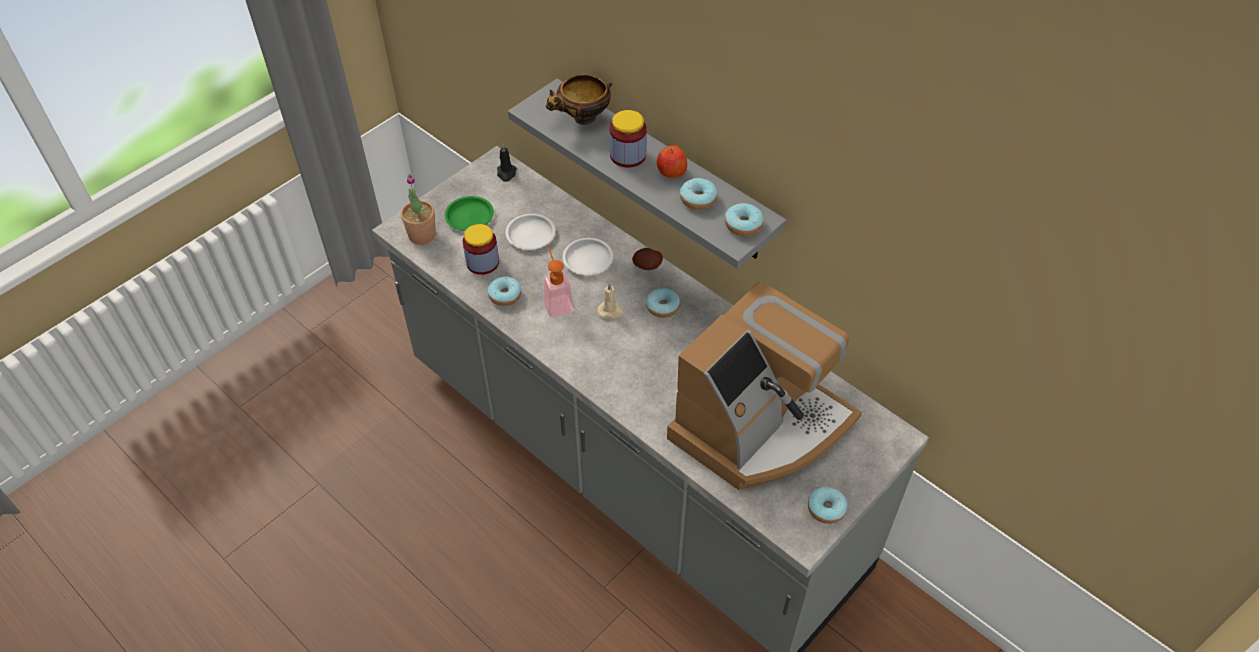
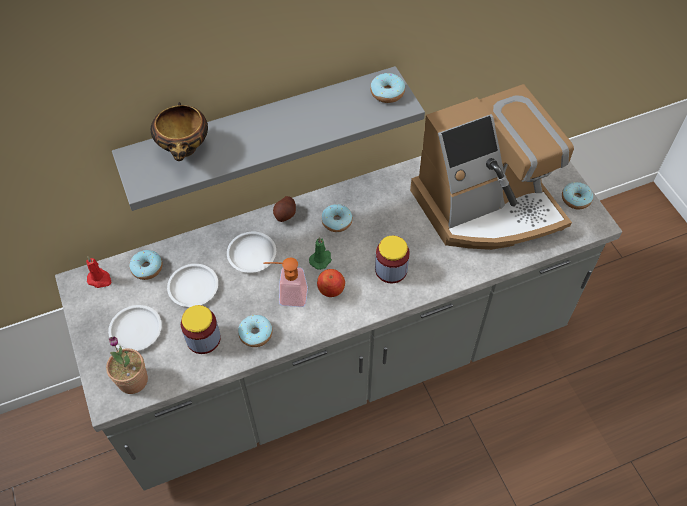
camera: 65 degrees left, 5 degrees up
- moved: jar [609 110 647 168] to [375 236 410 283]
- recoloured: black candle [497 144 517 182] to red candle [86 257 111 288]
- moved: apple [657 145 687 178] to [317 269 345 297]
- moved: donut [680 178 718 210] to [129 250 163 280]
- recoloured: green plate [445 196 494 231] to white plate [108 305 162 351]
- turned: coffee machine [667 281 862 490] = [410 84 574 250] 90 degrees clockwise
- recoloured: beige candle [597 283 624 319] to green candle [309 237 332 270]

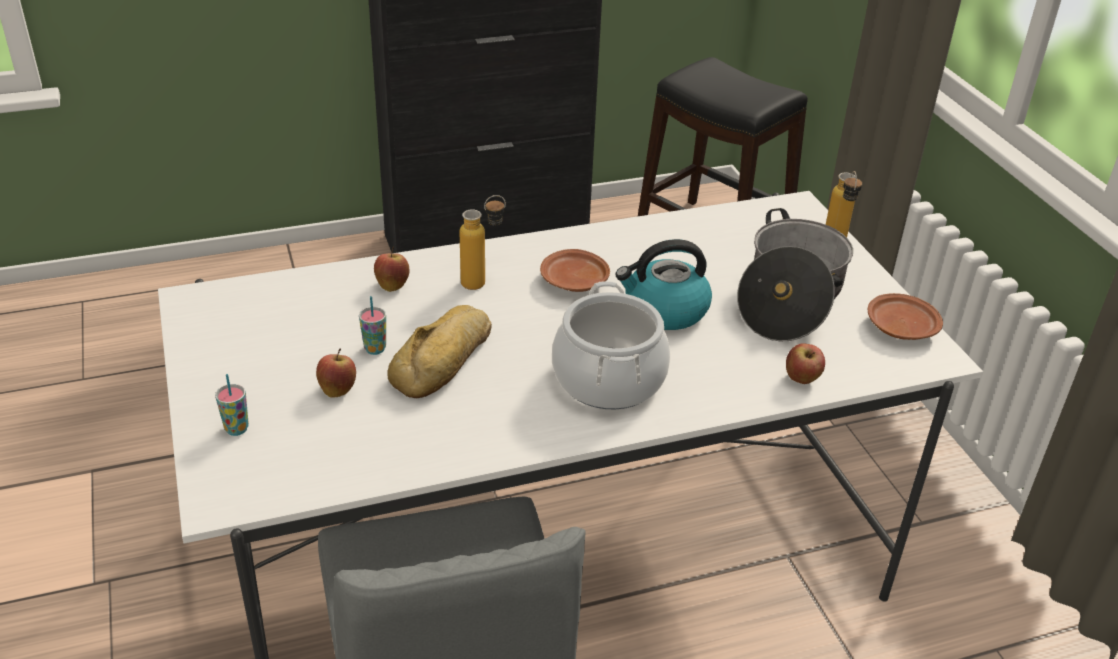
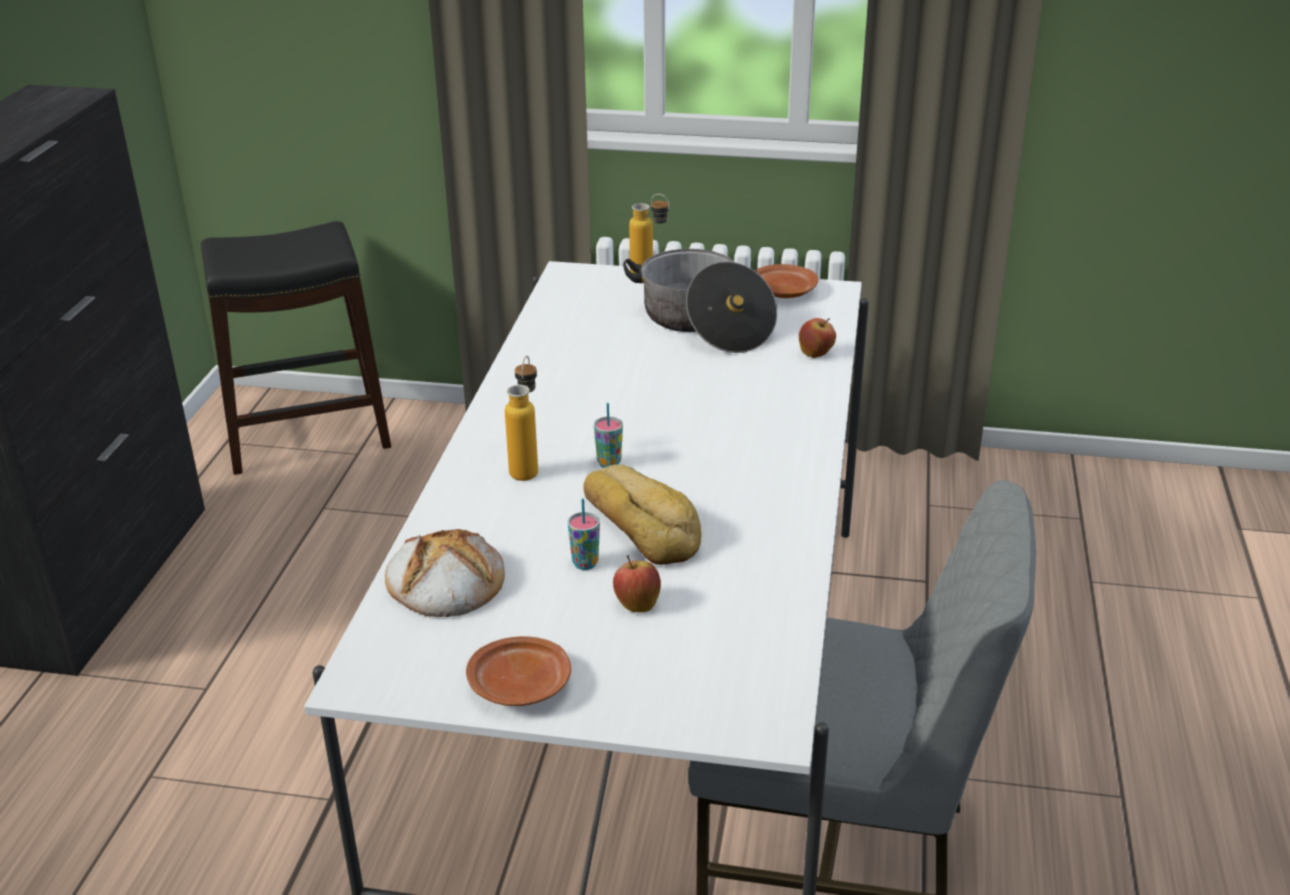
camera: 60 degrees left, 5 degrees down
- removed: kettle [615 239 712 330]
- removed: apple [374 247 409 292]
- moved: brown plate [540 249 610 292] to [466 636 571 706]
- removed: cooking pot [552 281 670 409]
- moved: cup [215 374 249 436] to [594 403 623 468]
- added: bread [385 529 505 618]

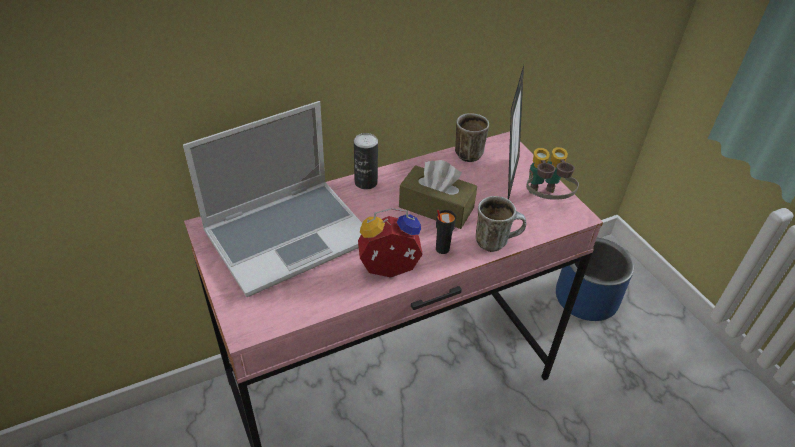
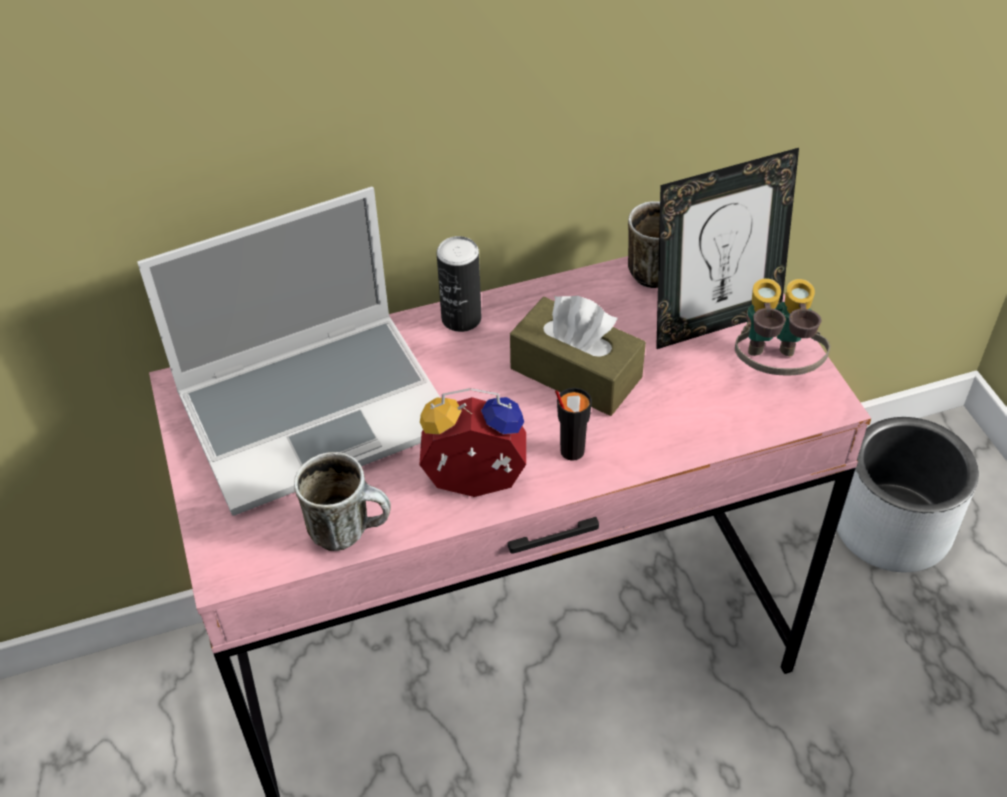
camera: 10 degrees right, 5 degrees up
- turned: picture frame [508 65 524 200] = [656 148 799 349] 45 degrees clockwise
- moved: mug [476 196 527 252] to [294 452 391 551]
- recoloured: blue planter [556 238 634 321] to grey planter [837 417 979 572]

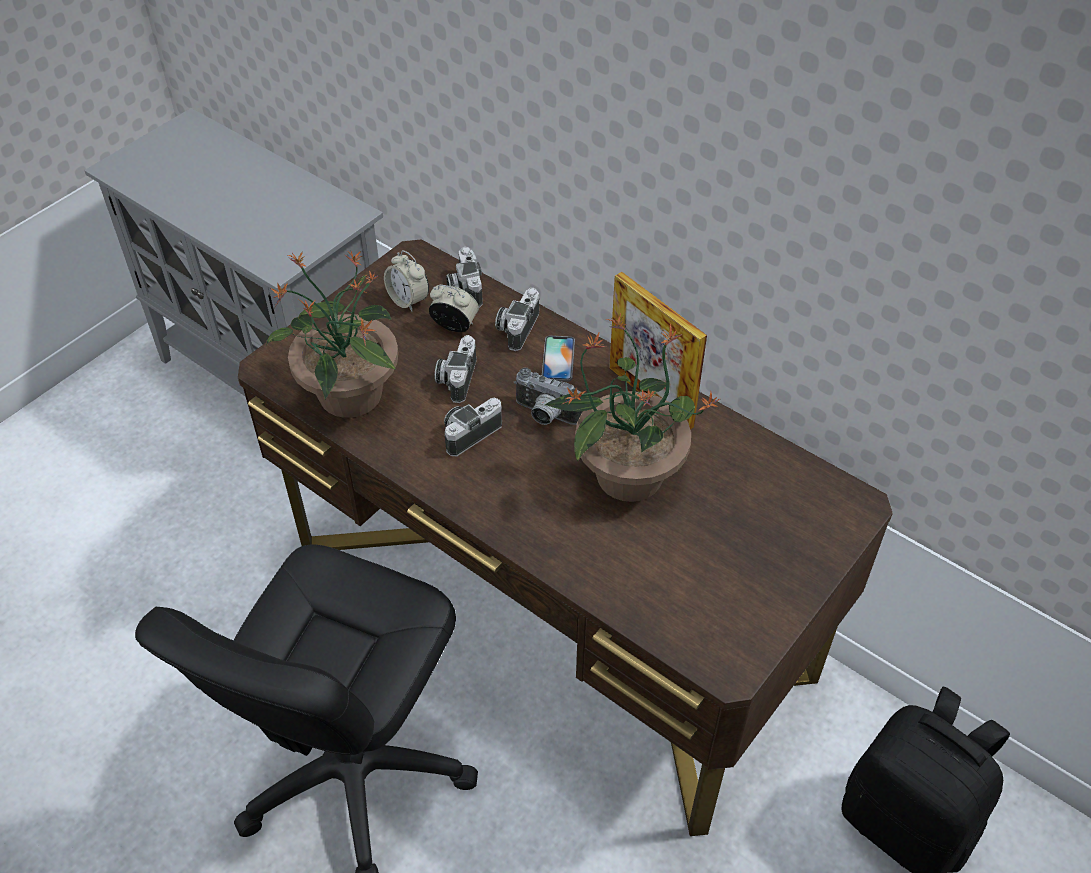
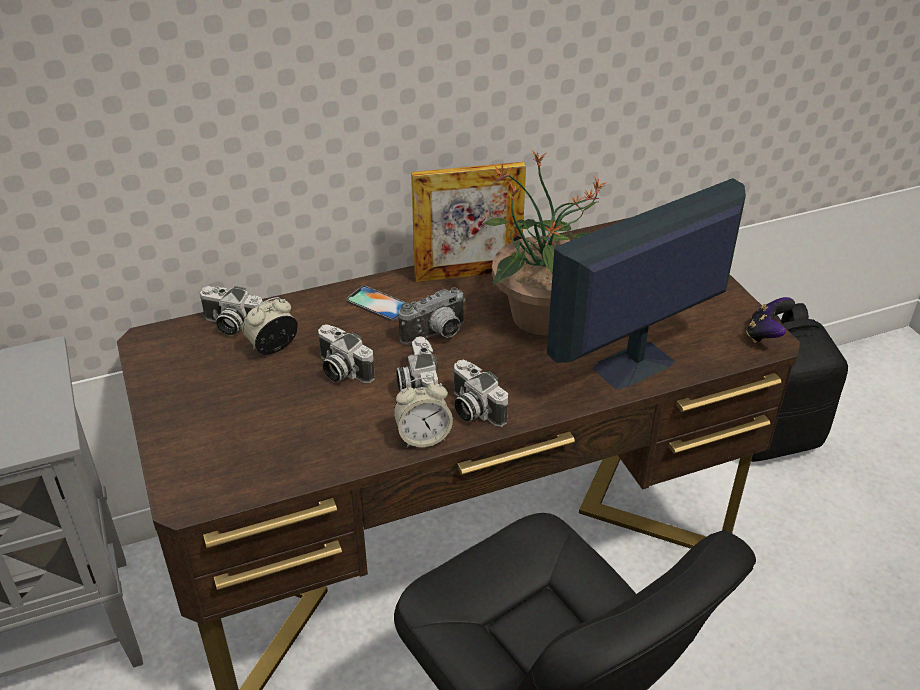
camera: 60 degrees left, 10 degrees down
- moved: alarm clock [384 250 429 311] to [394 377 453 447]
- removed: potted plant [266 251 399 418]
- moved: photo camera [495 288 540 351] to [454 360 509 427]
- added: monitor [547 178 746 389]
- added: game controller [746 297 795 343]

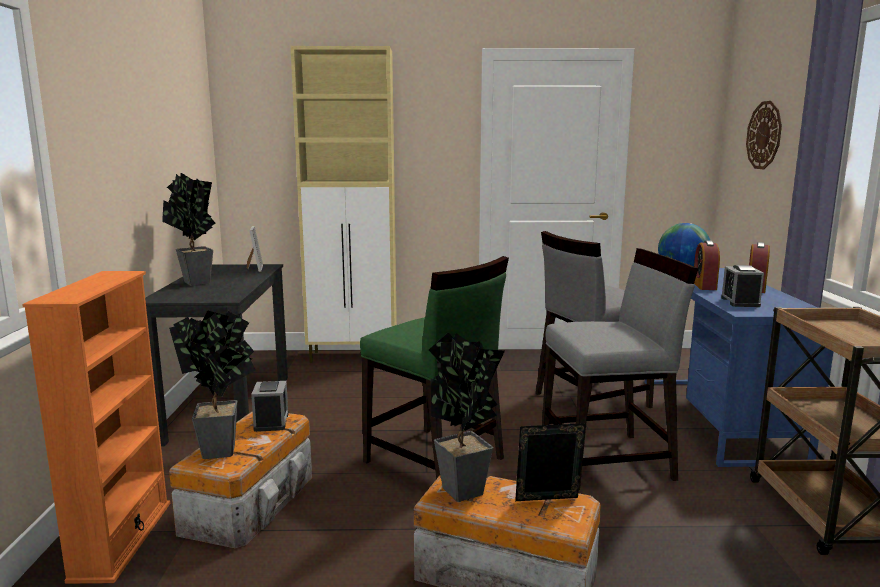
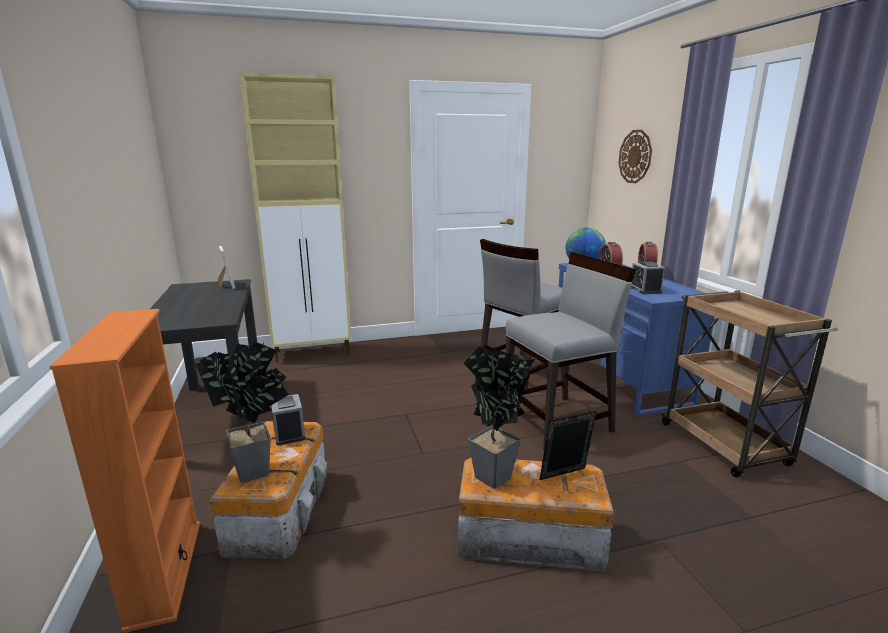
camera: 15 degrees left, 5 degrees up
- removed: potted plant [162 173 216 286]
- removed: green chair [360 256 509 479]

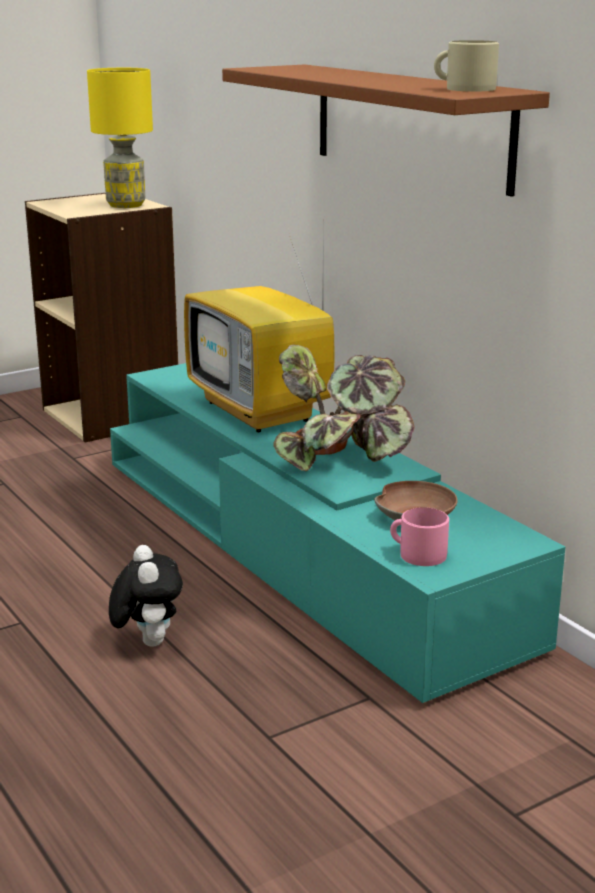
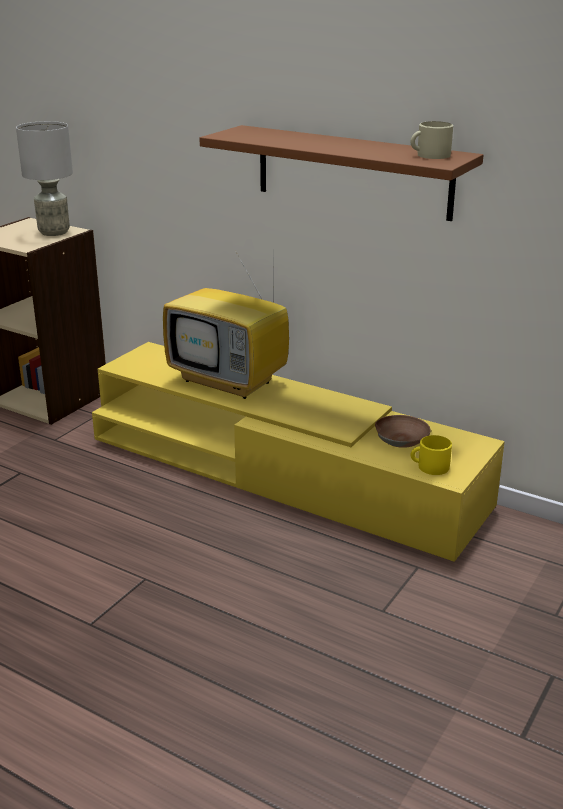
camera: 25 degrees left, 5 degrees up
- recoloured: yellow table lamp [87 68 153 208] to grey table lamp [16 121 73 236]
- removed: potted plant [273 345 415 471]
- recoloured: turquoise tv stand [110 363 565 703] to yellow tv stand [92 342 505 562]
- recoloured: pink mug [390 507 449 566] to yellow mug [411 435 452 475]
- removed: plush toy [109 545 183 646]

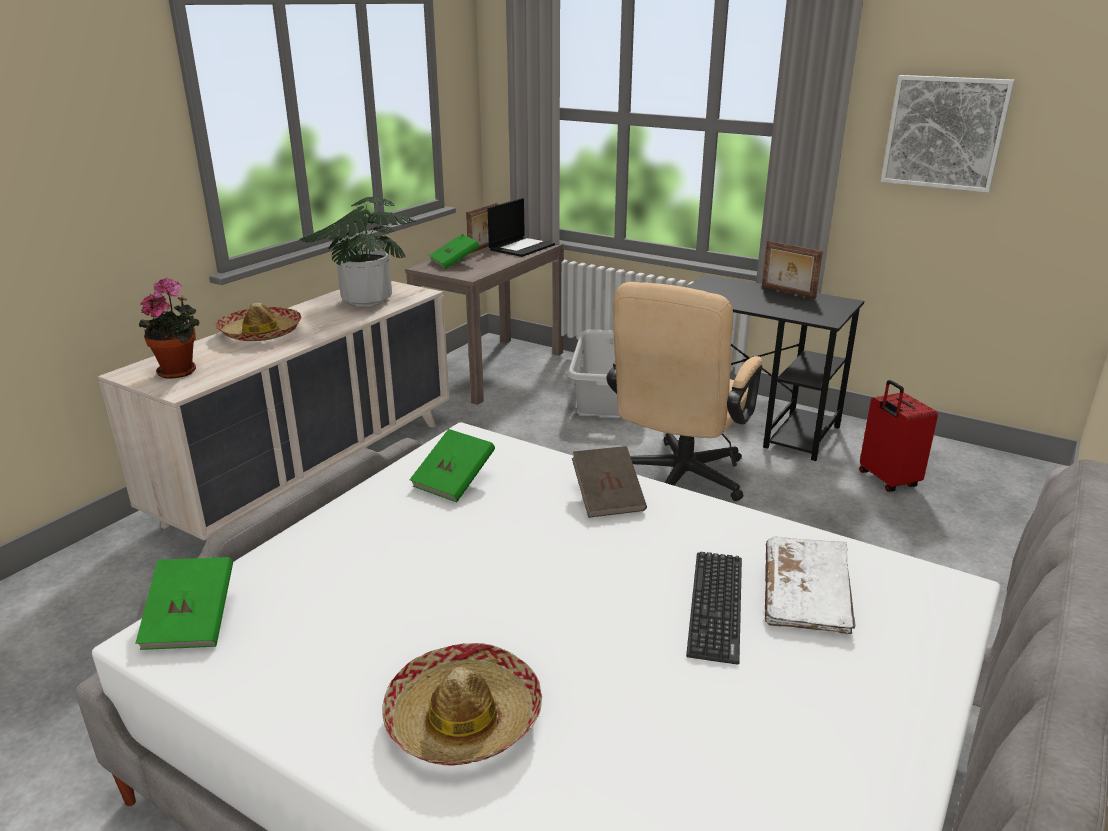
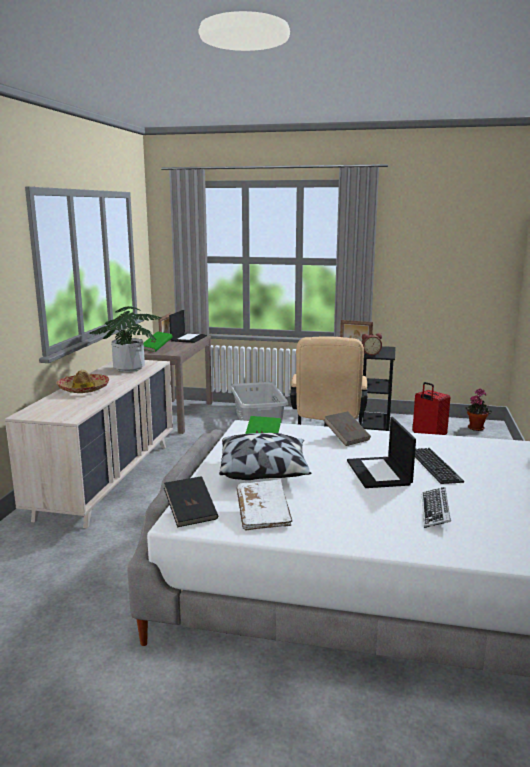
camera: 20 degrees left, 10 degrees down
- removed: picture [881 75 1015 193]
- moved: potted plant [139 277 200 379] to [465 389 492 431]
- moved: white book [765 536 856 634] to [237 479 292 531]
- recoloured: green book [135 557 233 650] to black book [164 476 218 527]
- removed: hat [382 643 542 766]
- added: alarm clock [361 333 382 355]
- added: laptop [347 417 416 488]
- added: pillow [219 433 311 480]
- added: keyboard [422 487 451 528]

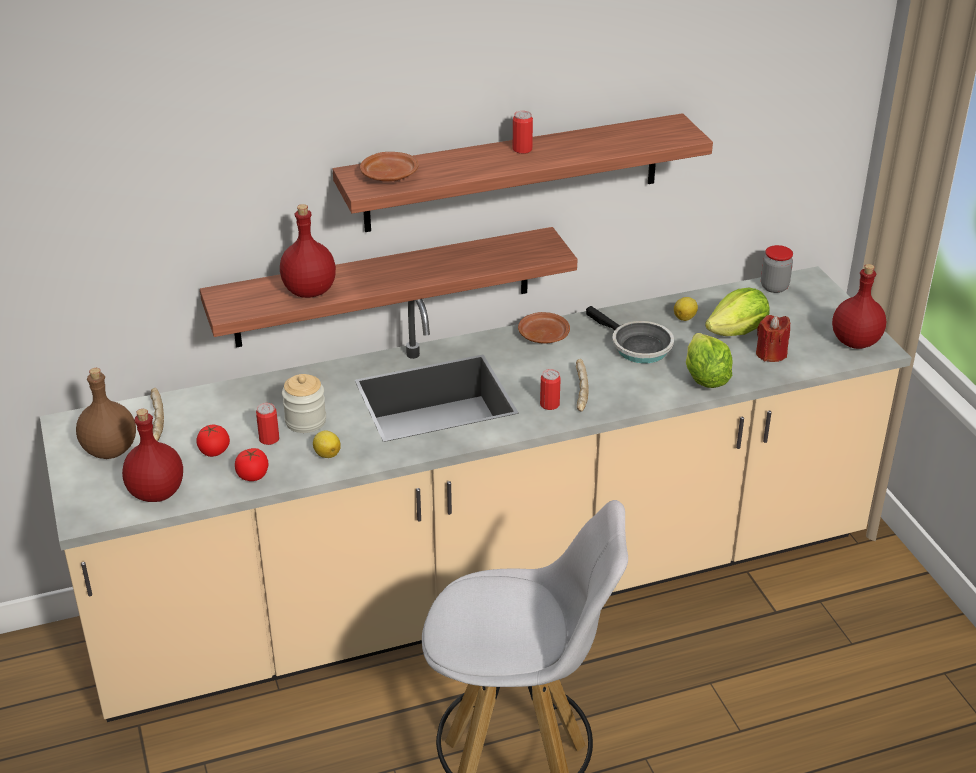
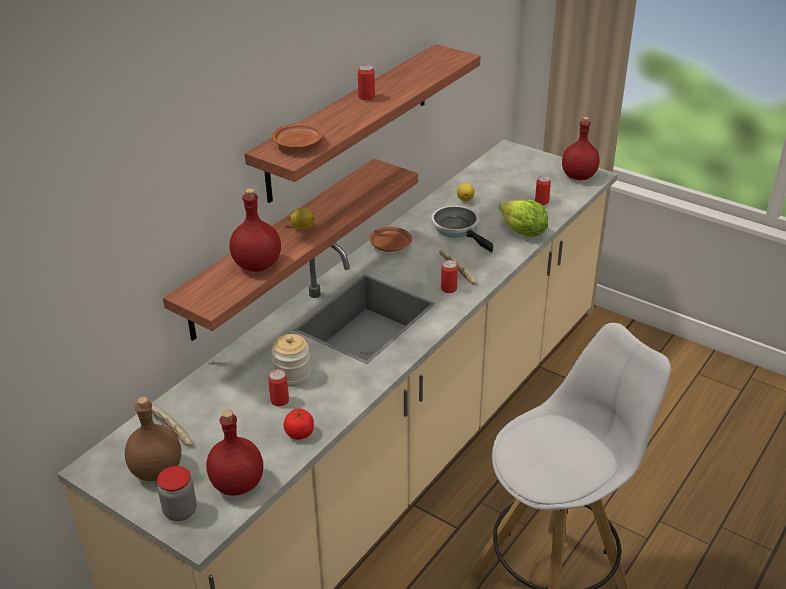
camera: 35 degrees left, 0 degrees up
- moved: jar [761 245 793 293] to [157 466 197 521]
- removed: lettuce [705 288 769 336]
- turned: frying pan [586 306 674 363] = [431 205 493 253] 135 degrees counterclockwise
- replaced: red candle [756 315 790 362] to can [535 176 551 205]
- removed: tomato [196 425 230 457]
- moved: lemon [313 430 341 458] to [289 208 315 230]

